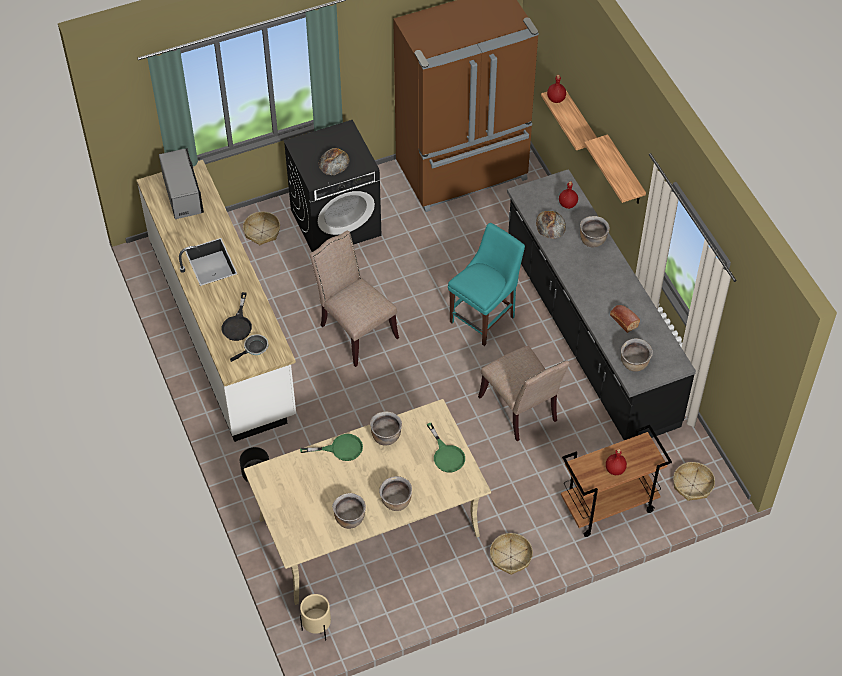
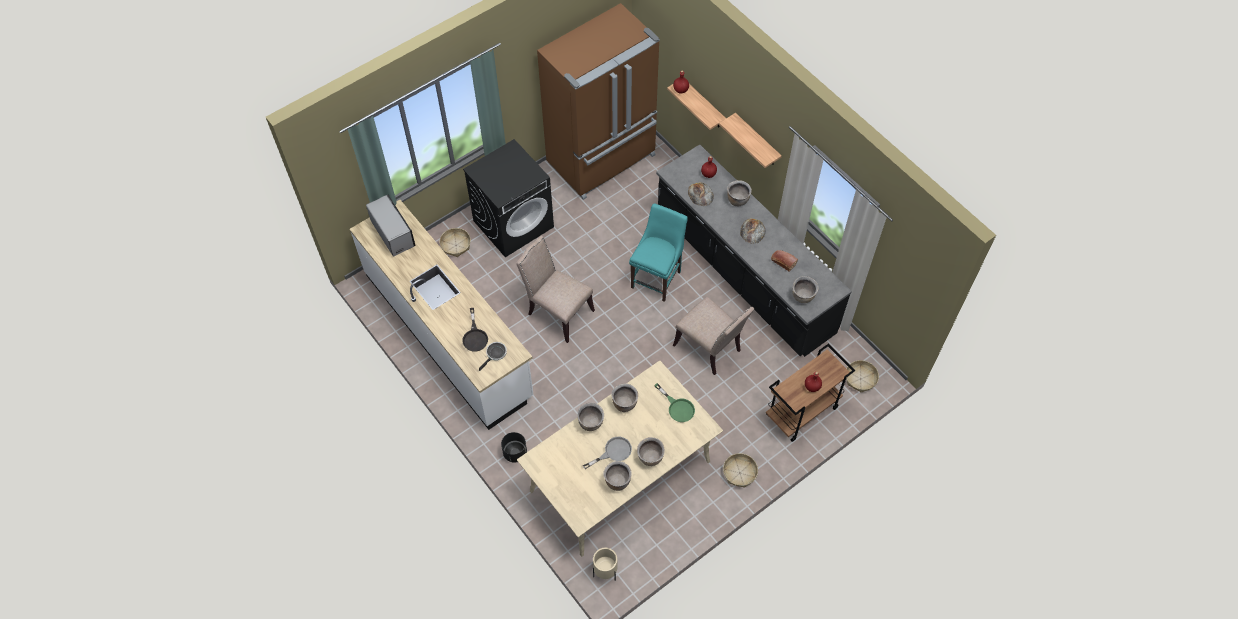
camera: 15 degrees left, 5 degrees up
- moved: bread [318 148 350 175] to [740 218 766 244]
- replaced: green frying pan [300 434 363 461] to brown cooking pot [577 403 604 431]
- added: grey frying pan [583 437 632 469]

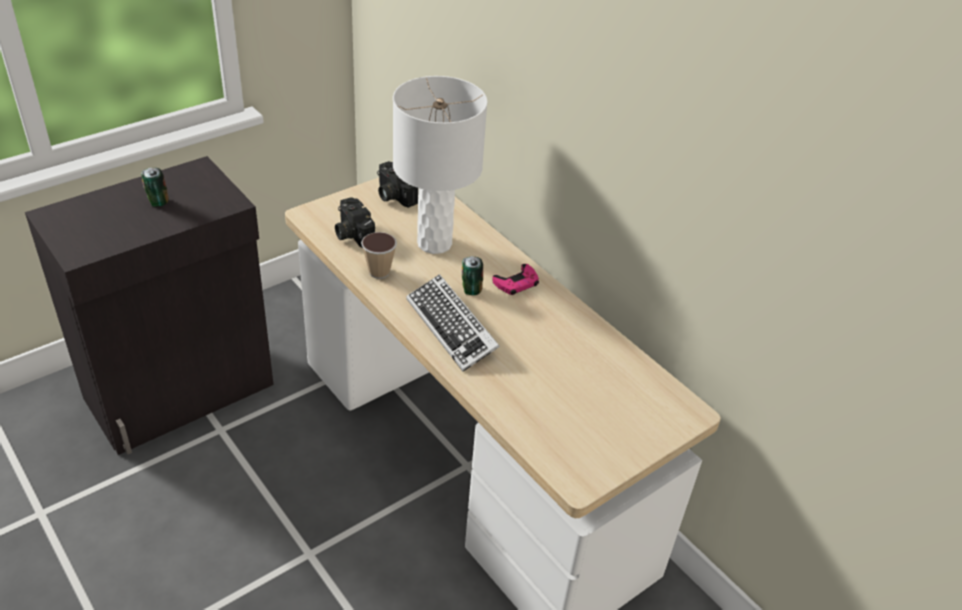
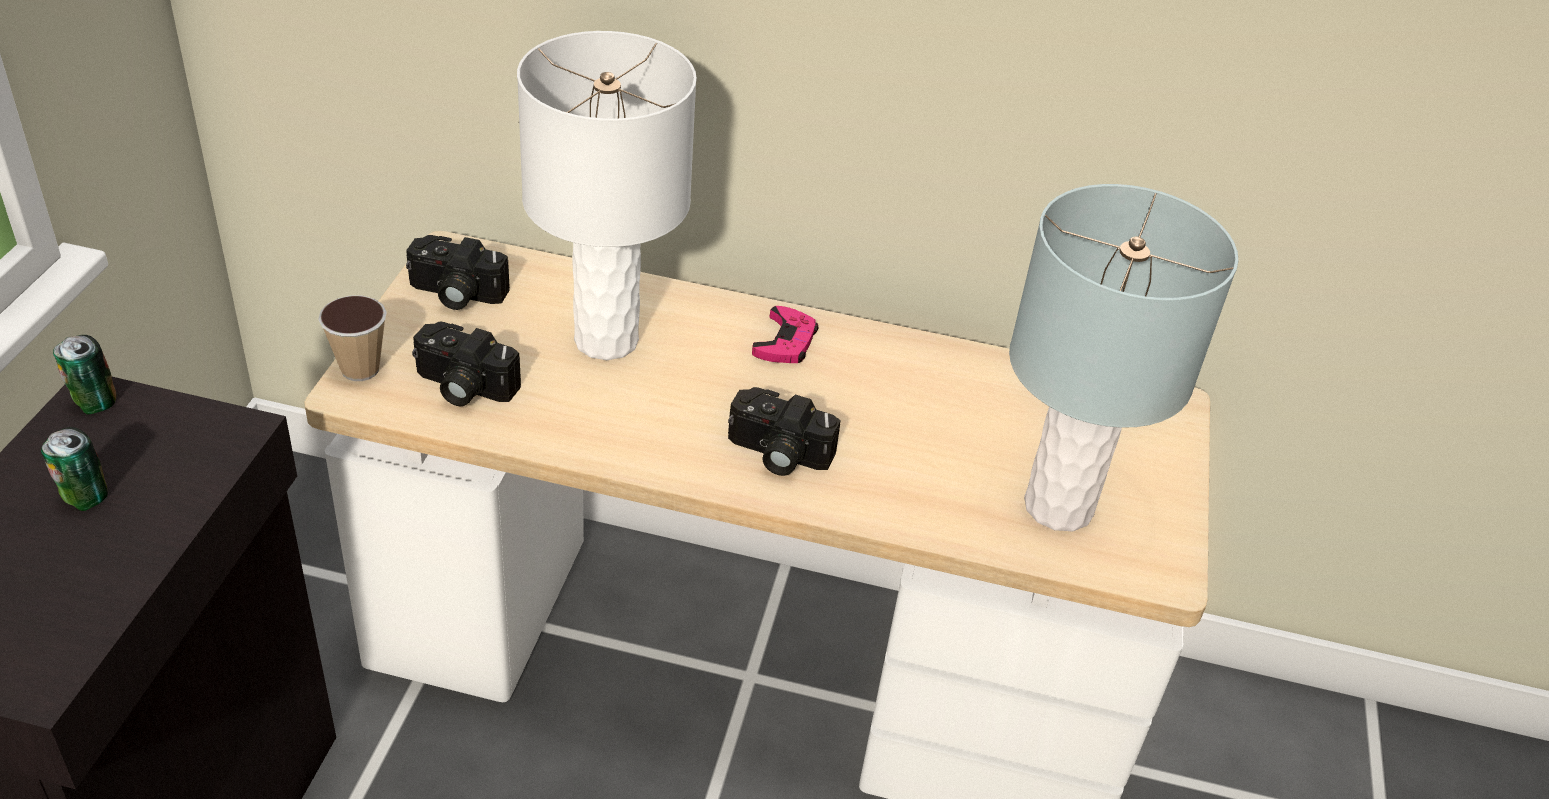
camera: 40 degrees left, 0 degrees up
- moved: cup [361 232 397 279] to [318 295 387 381]
- moved: can [461 256 483 295] to [53 335 116 414]
- replaced: keyboard [406 274 500 371] to photo camera [728 387 841 476]
- added: grey table lamp [1009 184 1238 531]

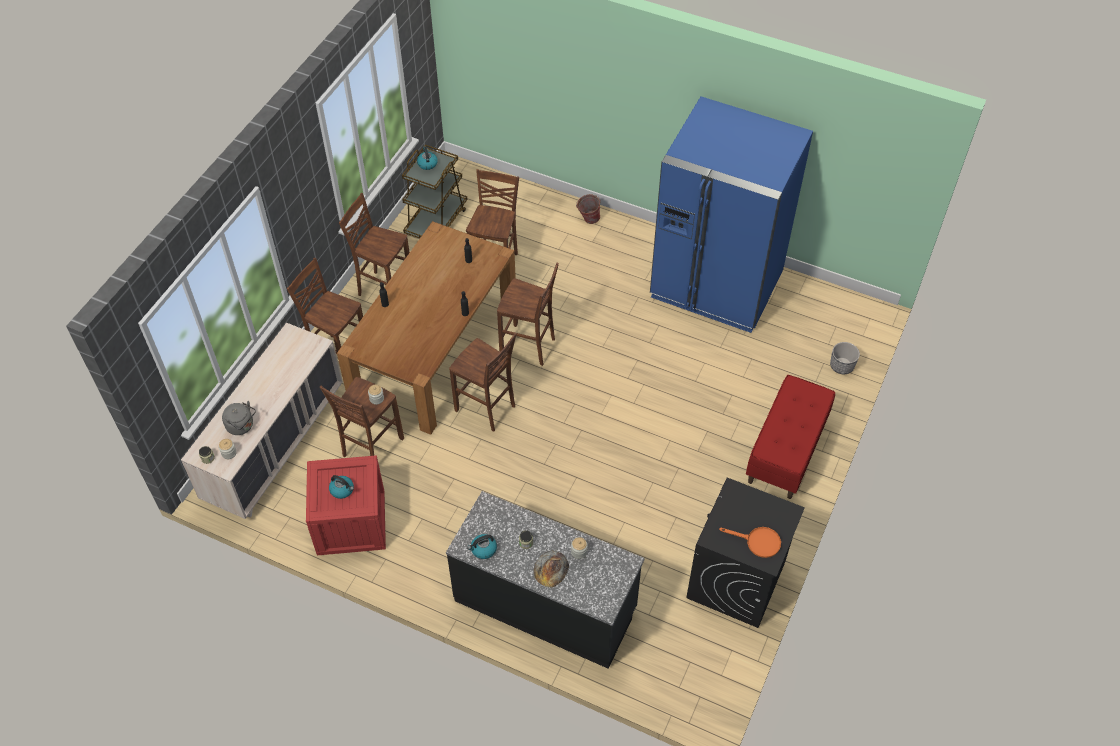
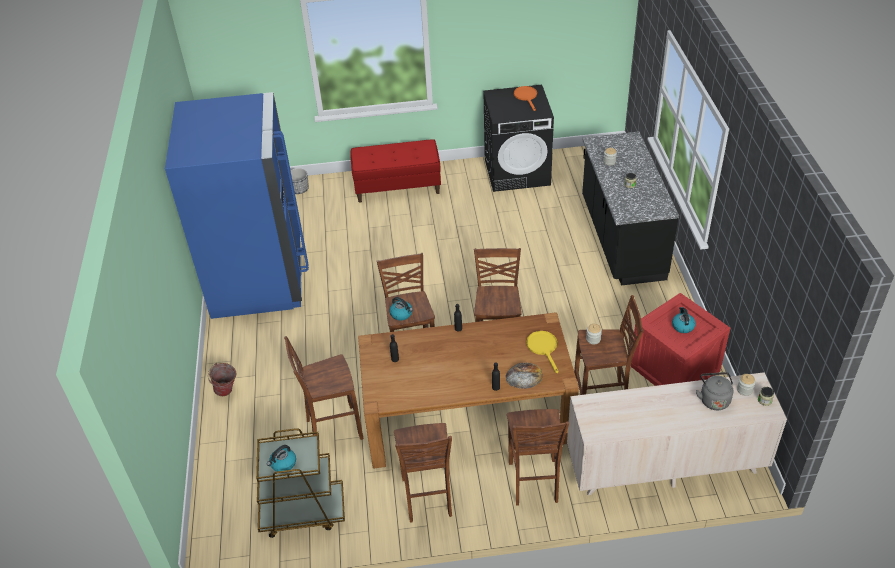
camera: 120 degrees left, 10 degrees down
- moved: kettle [467 534 497 559] to [390 297 413 321]
- moved: bread [534 550 569 588] to [505 363 543 389]
- added: yellow frying pan [526 331 559 373]

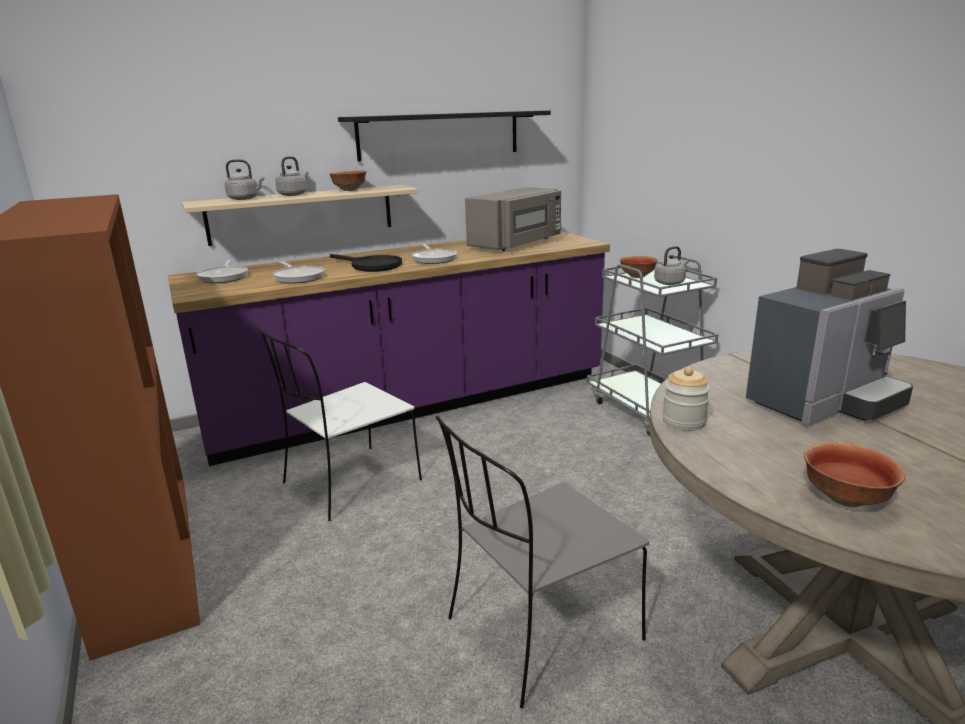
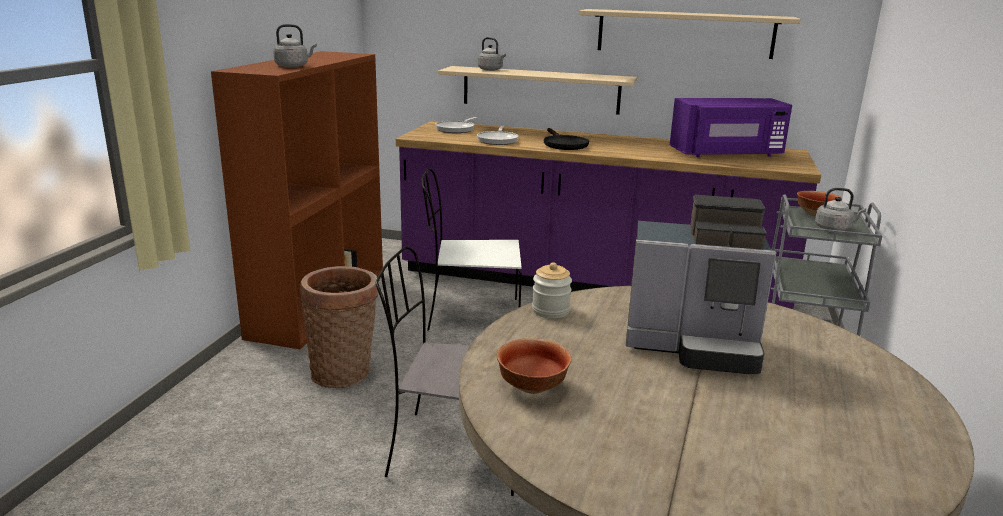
camera: 40 degrees right, 0 degrees up
- recoloured: black shelf [338 111 551 161] to beige shelf [579 9 801 59]
- moved: grey kettle [275 156 308 196] to [273 24 317 68]
- removed: bowl [329 171 366 191]
- recoloured: grey microwave [465 187 561 251] to purple microwave [670 98 792 158]
- removed: frying pan [411 244 457 264]
- added: basket [300 266 378 388]

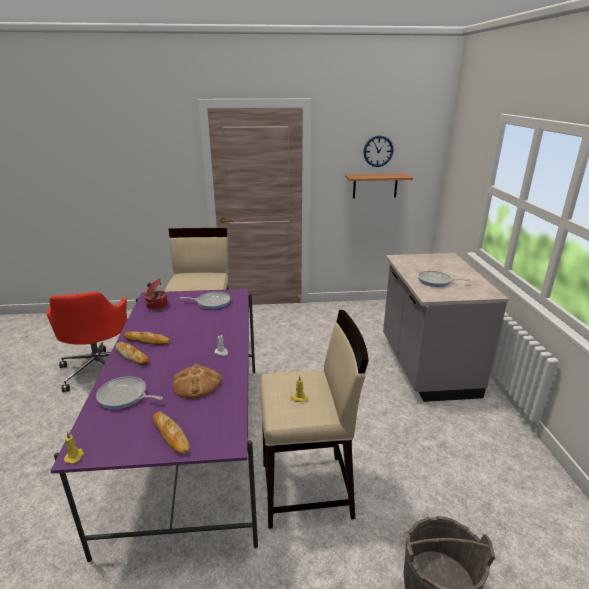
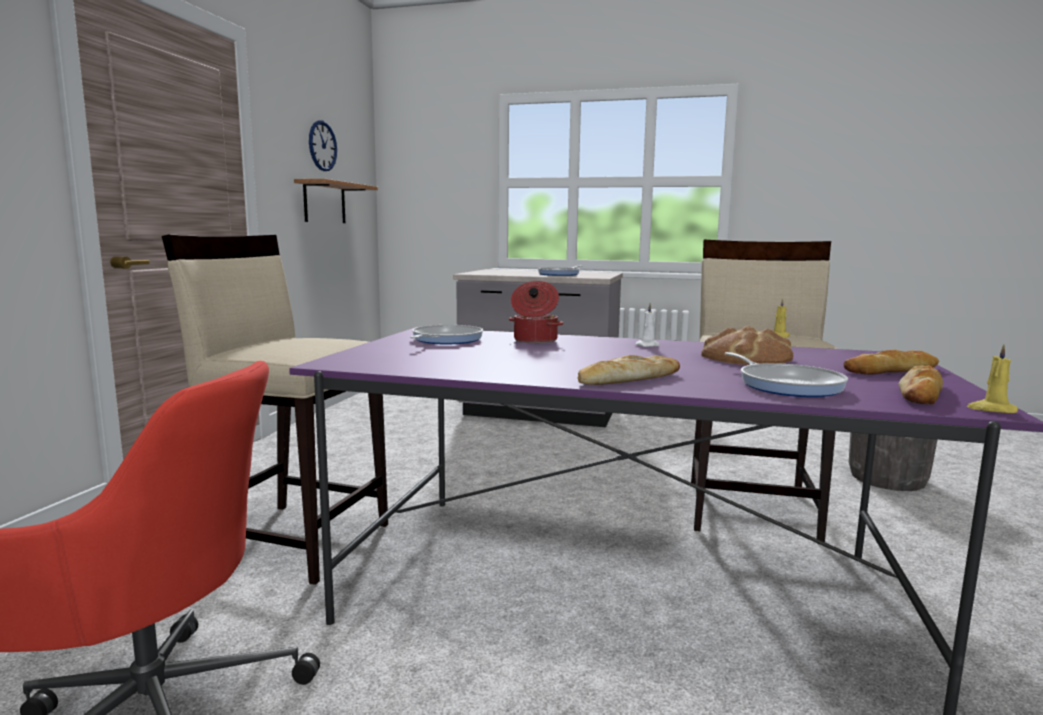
camera: 70 degrees left, 15 degrees down
- moved: cooking pot [145 278 168 310] to [509 281 563 344]
- moved: bread [124 331 170 345] to [898 365 943 404]
- turned: frying pan [96 376 163 409] = [725 352 848 397] 60 degrees counterclockwise

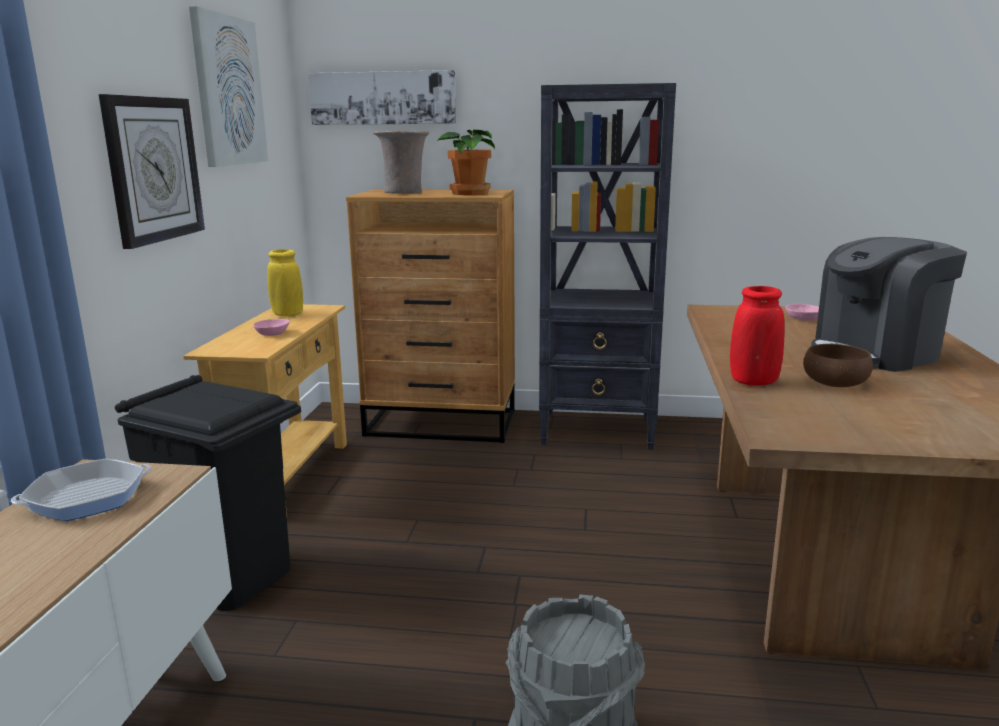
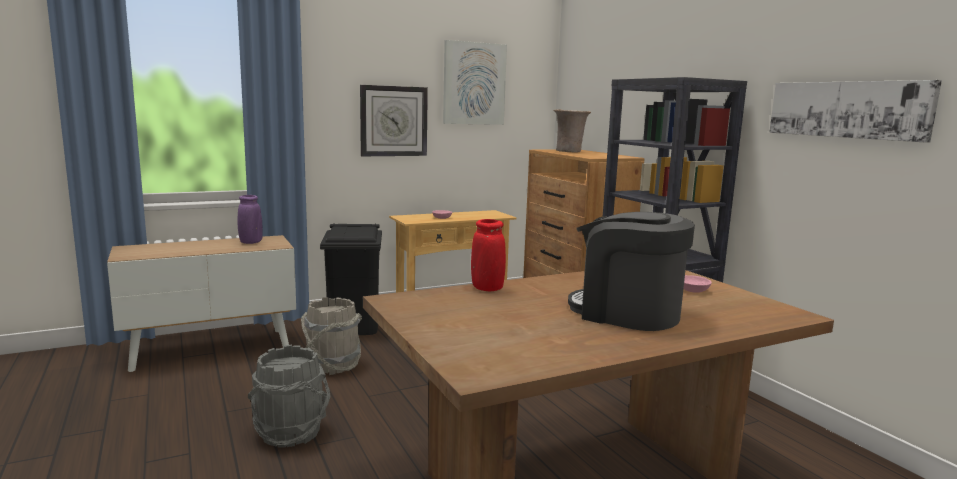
camera: 55 degrees right, 5 degrees down
- moved: picture [308 70 456 125] to [769 80 942 143]
- removed: potted plant [436 130 495 195]
- removed: yellow vase [267 249 303 316]
- removed: brown bowl [803 344 873 387]
- replaced: frying pan [11 458 152 521] to purple vase [238 195 263 244]
- added: grey bucket [301 297 362 375]

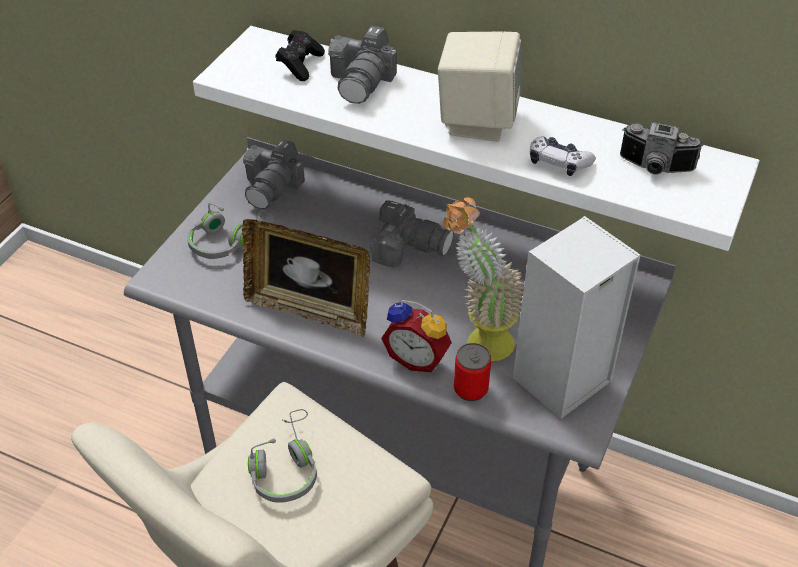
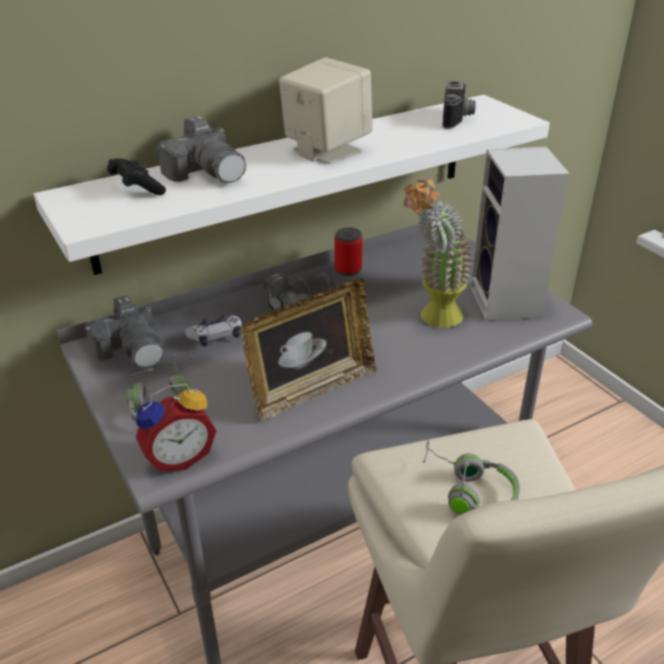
camera: 55 degrees left, 10 degrees down
- turned: photo camera [620 122 703 175] = [442 81 476 129] 45 degrees counterclockwise
- moved: game controller [530 137 596 176] to [185 314 242 347]
- moved: alarm clock [381 300 452 372] to [136 384 217 471]
- moved: can [454 343 491 401] to [334 228 362 276]

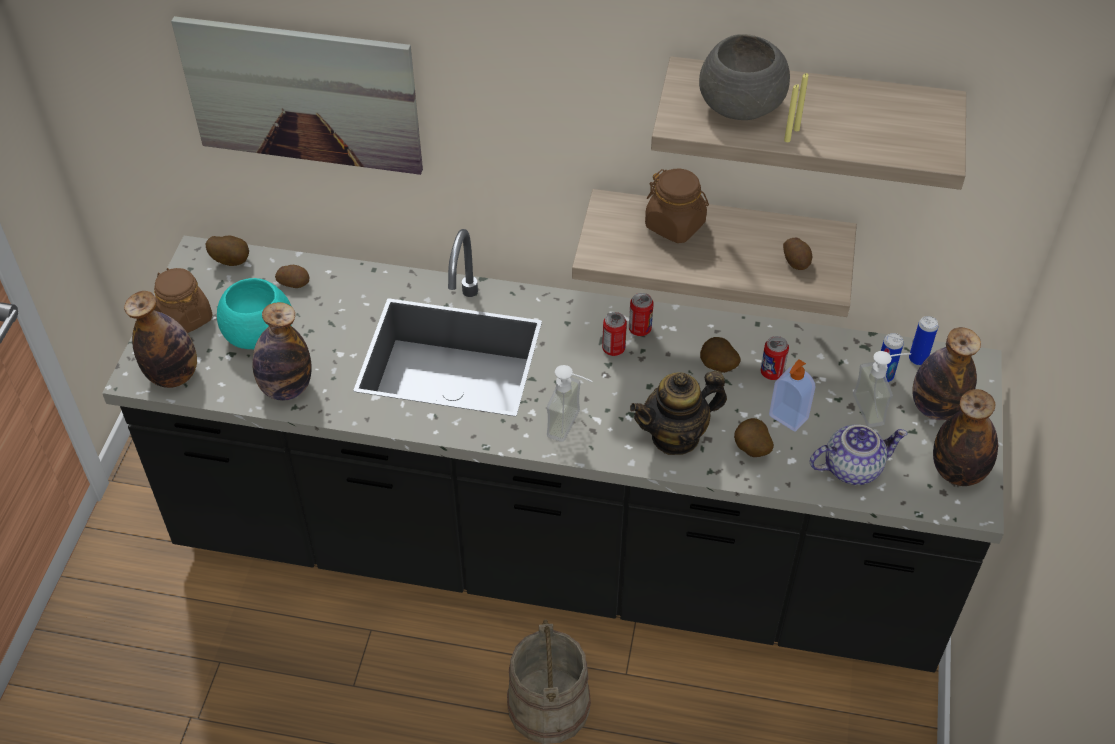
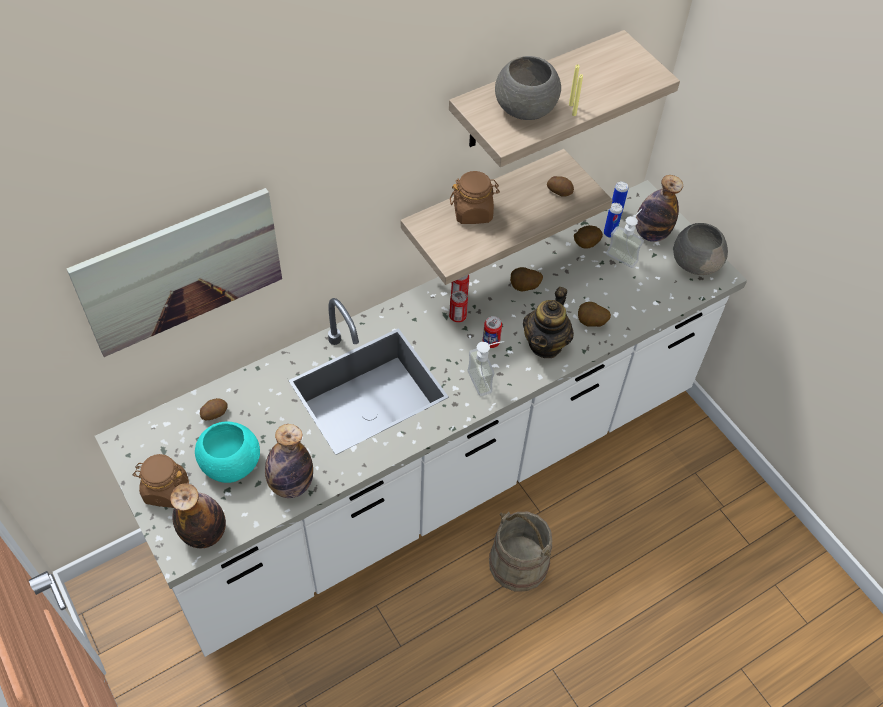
camera: 45 degrees left, 5 degrees up
- recoloured: black counter [102 229 1004 672] to white counter [95 180 747 657]
- moved: potato [206 236 249 266] to [574 225 603 249]
- moved: can [761 336 789 380] to [482 316 502 348]
- removed: soap dispenser [769 359 815 432]
- replaced: bottle [933 389 998 486] to grey bowl [673 223 728 275]
- removed: teapot [809 425 908 485]

